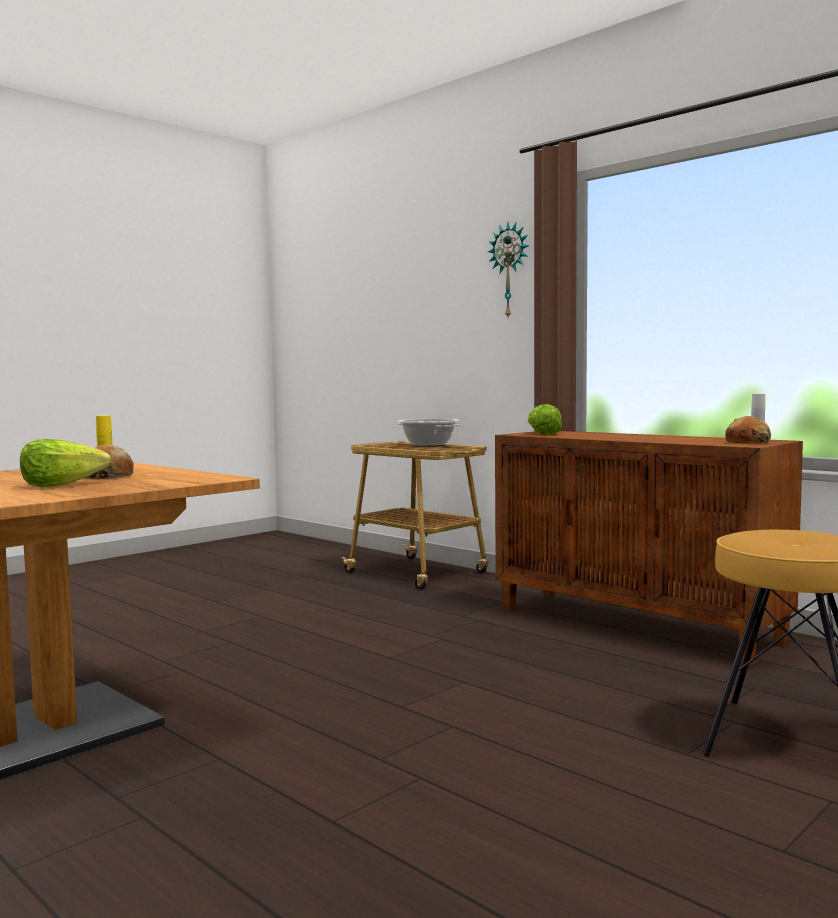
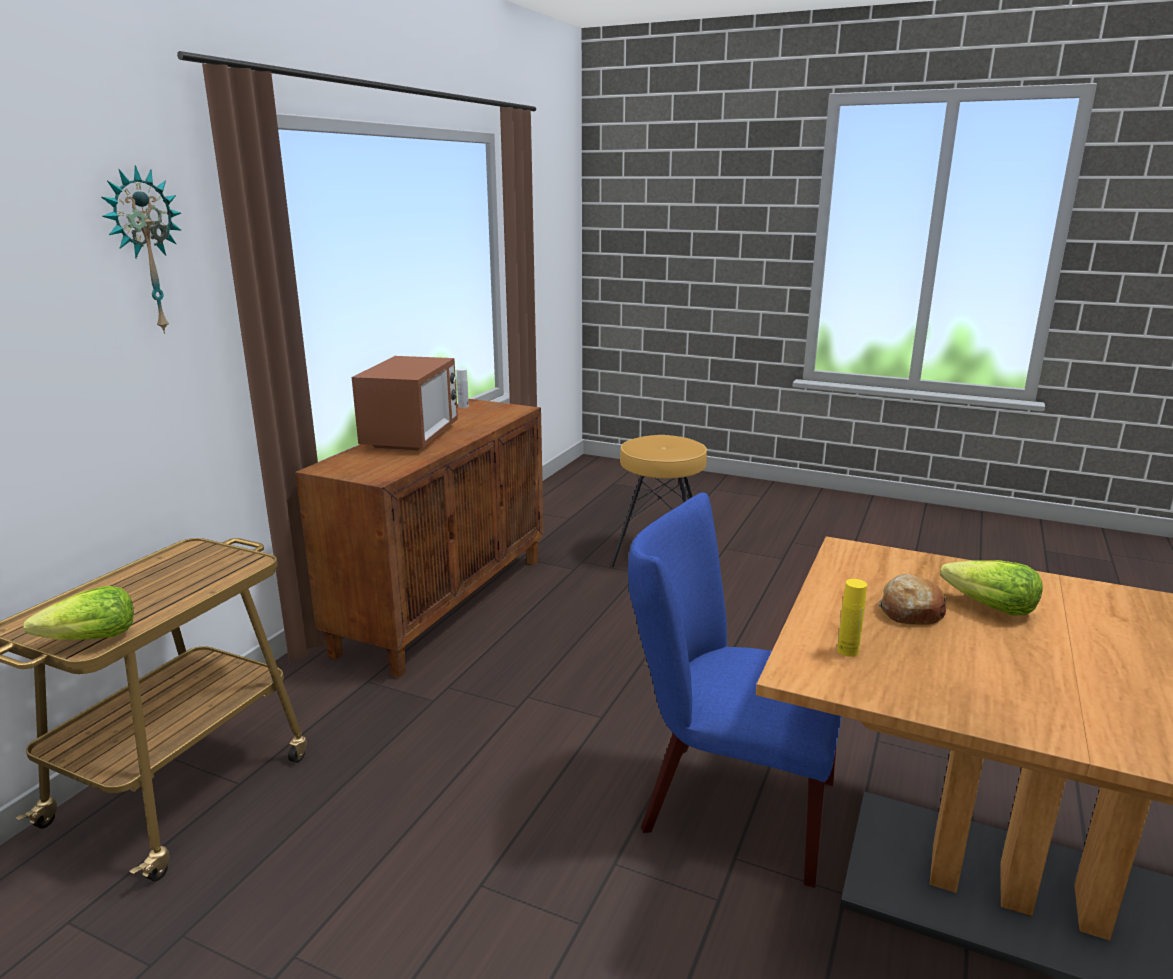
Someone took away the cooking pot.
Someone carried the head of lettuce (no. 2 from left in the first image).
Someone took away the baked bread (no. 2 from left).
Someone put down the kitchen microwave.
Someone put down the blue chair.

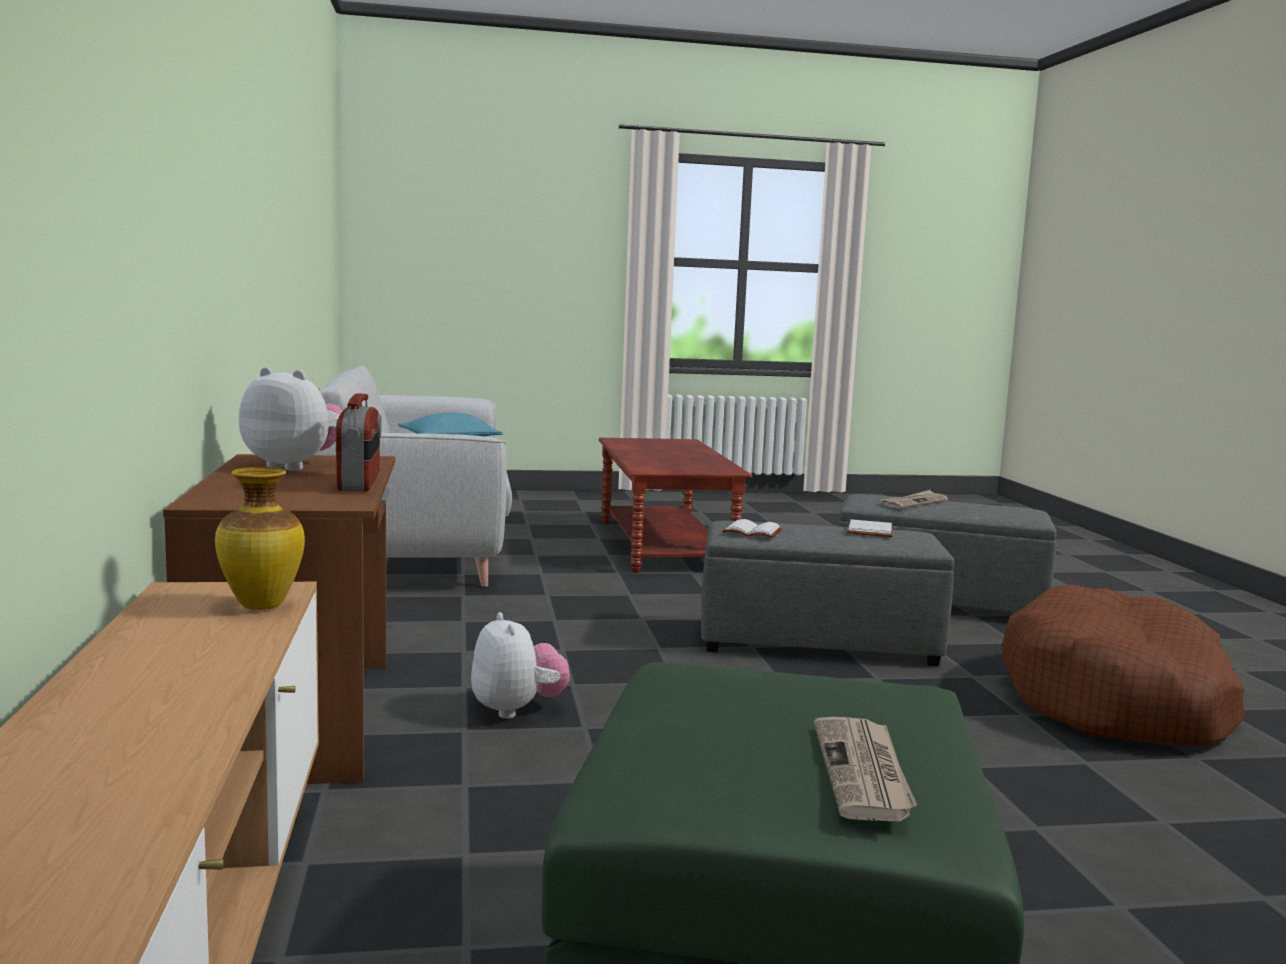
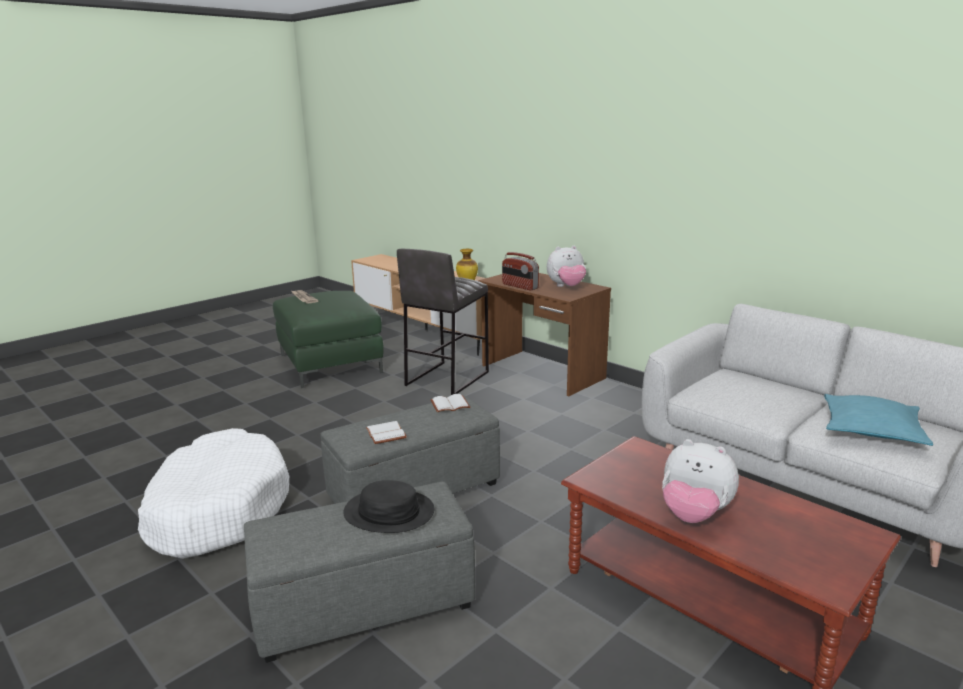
Someone carried the cuddly toy (no. 2 from left).
Someone swapped the daily paper (no. 2 from left) for the black-coloured clothing hat.
Someone repainted the brownish dog cushion, which became the white-coloured dog cushion.
Someone put down the grey sitting stool.

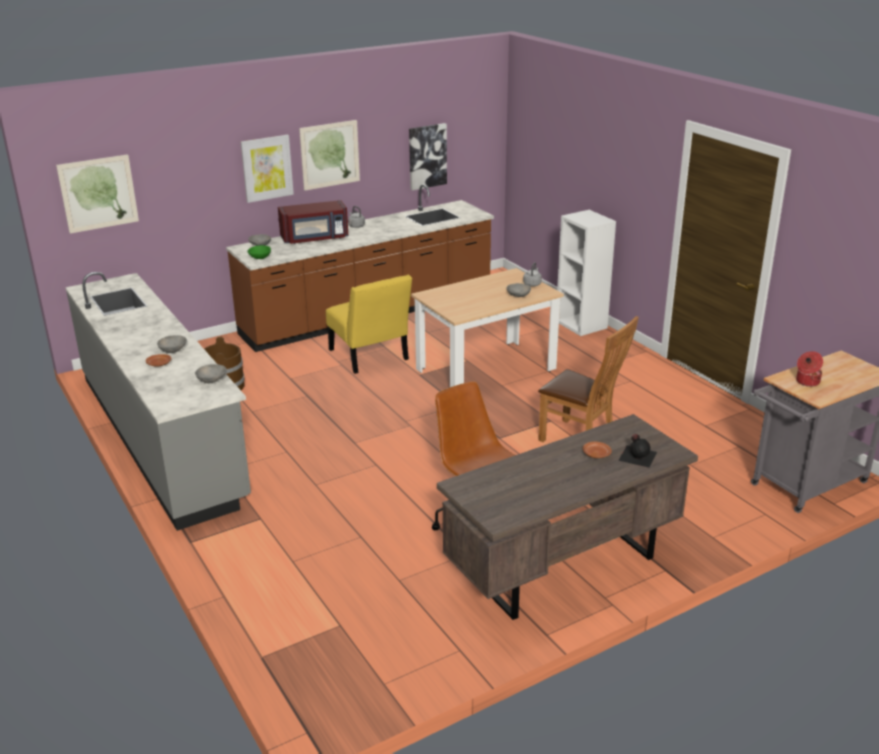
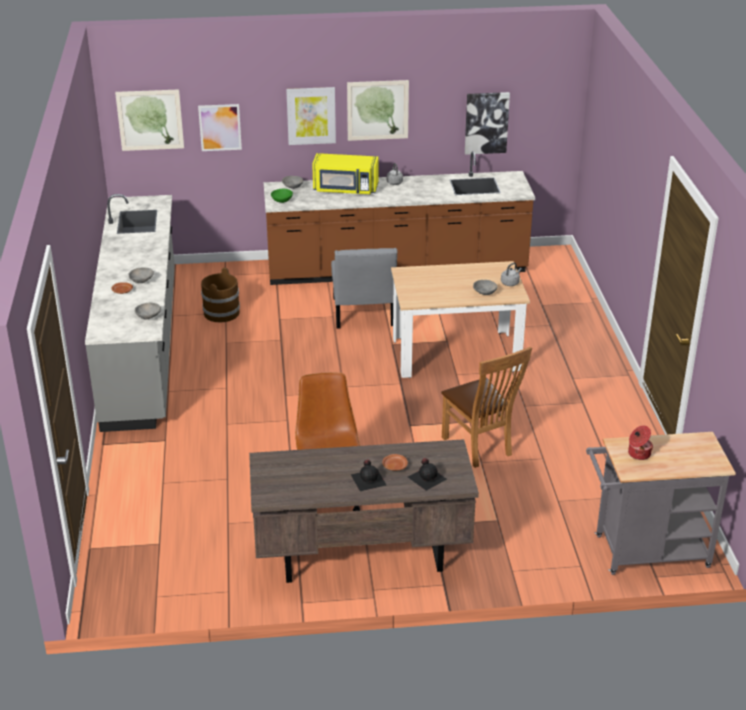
Someone repainted the red-coloured kitchen microwave, which became the yellowish kitchen microwave.
Someone repainted the yellowish chair, which became the grey chair.
Someone took away the white-coloured bookshelf.
Someone put up the wall art (no. 2 from left).
Someone put down the black-coloured beverage bottle (no. 1 from left).

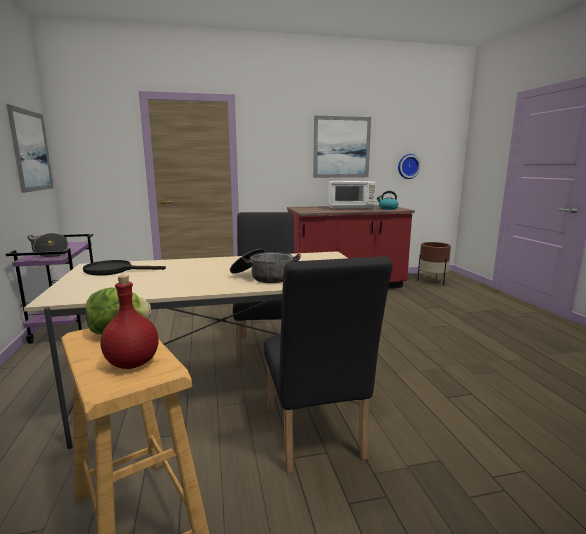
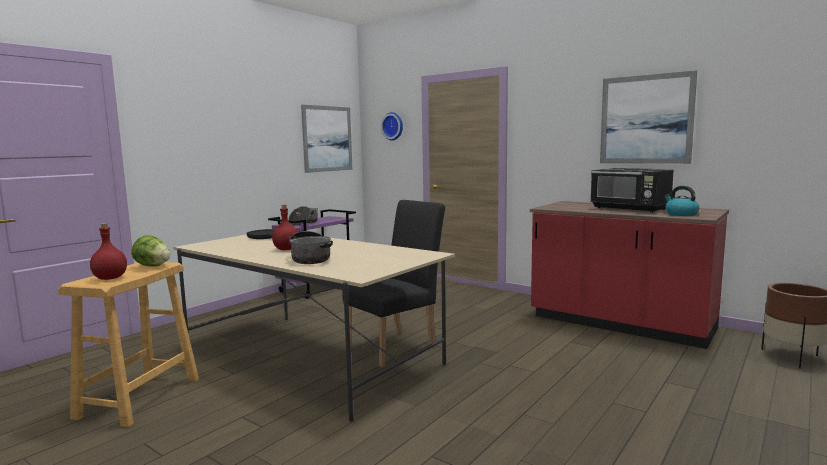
Someone took away the black-coloured chair (no. 2 from left).
Someone repainted the white-coloured kitchen microwave, which became the black-coloured kitchen microwave.
Someone carried the wall clock.
Someone put down the red-coloured beverage bottle (no. 2 from left).

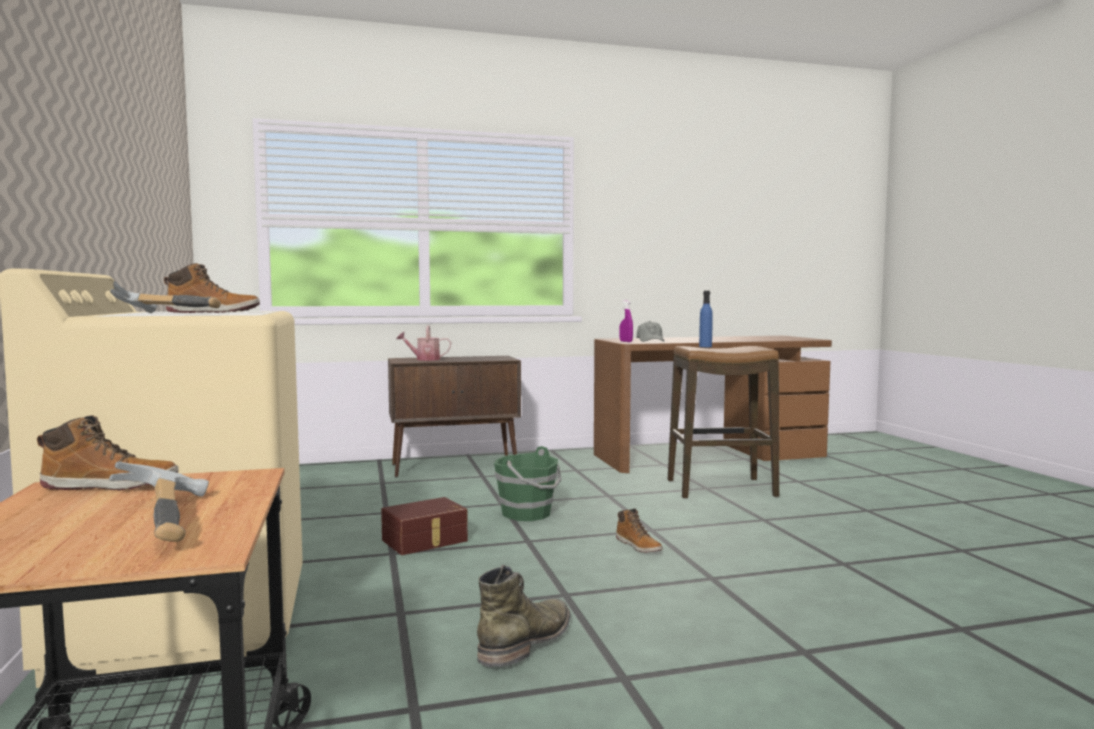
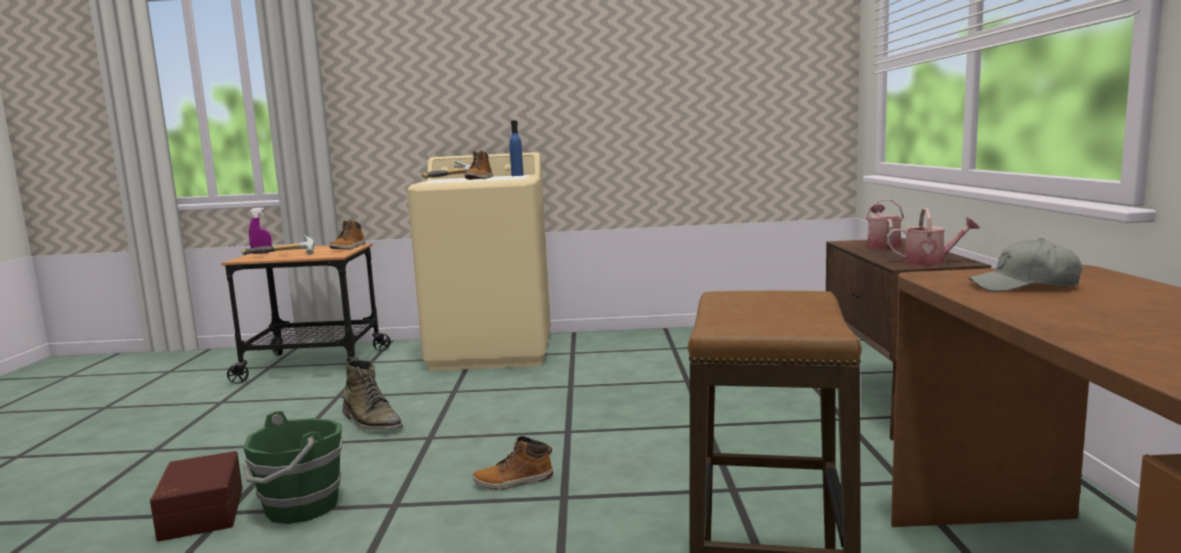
Someone carried the brownish storage bin.
Someone carried the green-coloured pail.
Someone carried the purple-coloured sprayer.
Someone carried the blue beverage bottle.
Someone put down the watering can (no. 2 from left).

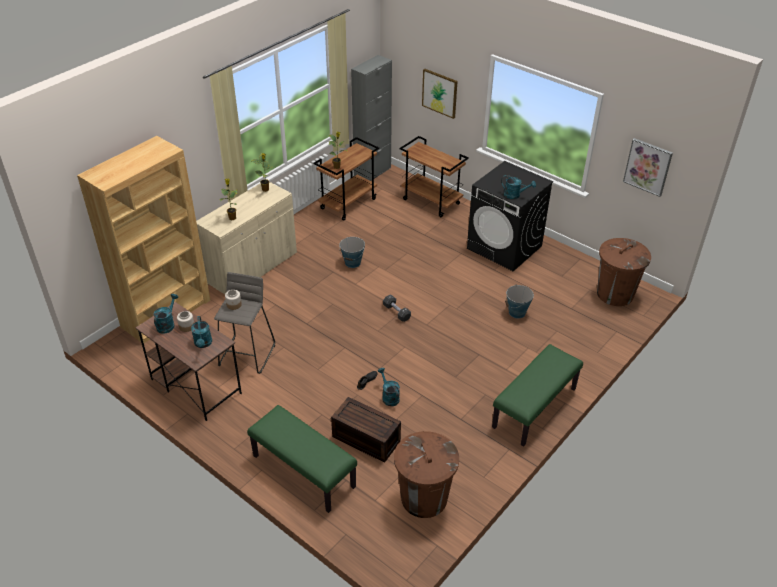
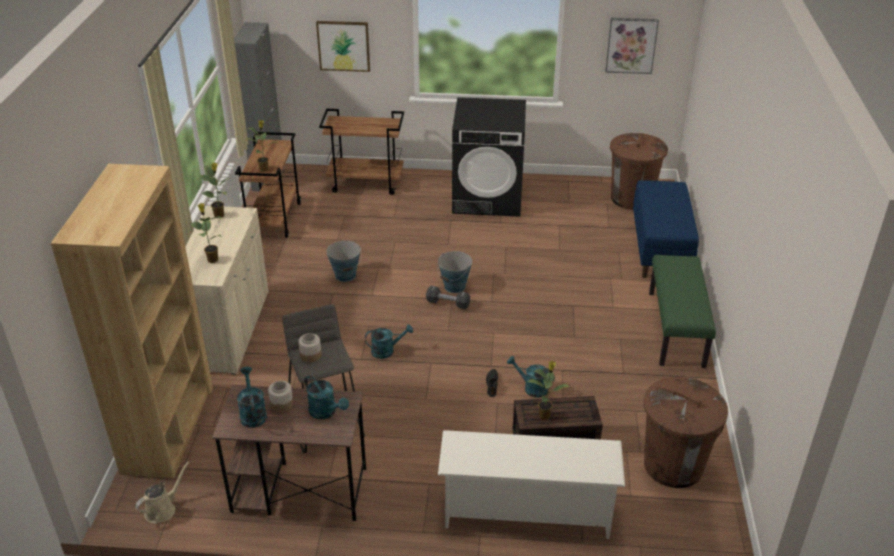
Someone swapped the green-coloured long seat (no. 1 from left) for the white-coloured shoe rack.
Someone carried the blue-green watering can (no. 4 from left in the first image).
Someone carried the pail (no. 2 from left).
Someone put down the sand-coloured watering can.
Someone put down the plant in a pot (no. 4 from left).
Someone put down the blue long seat.

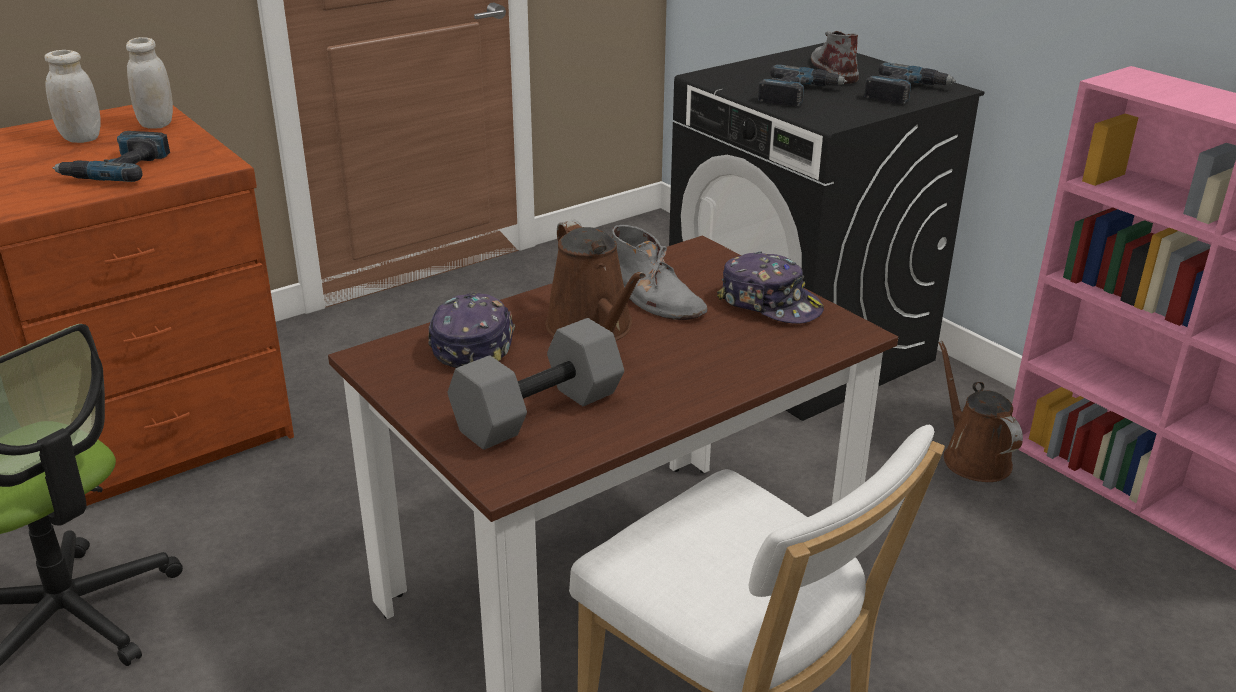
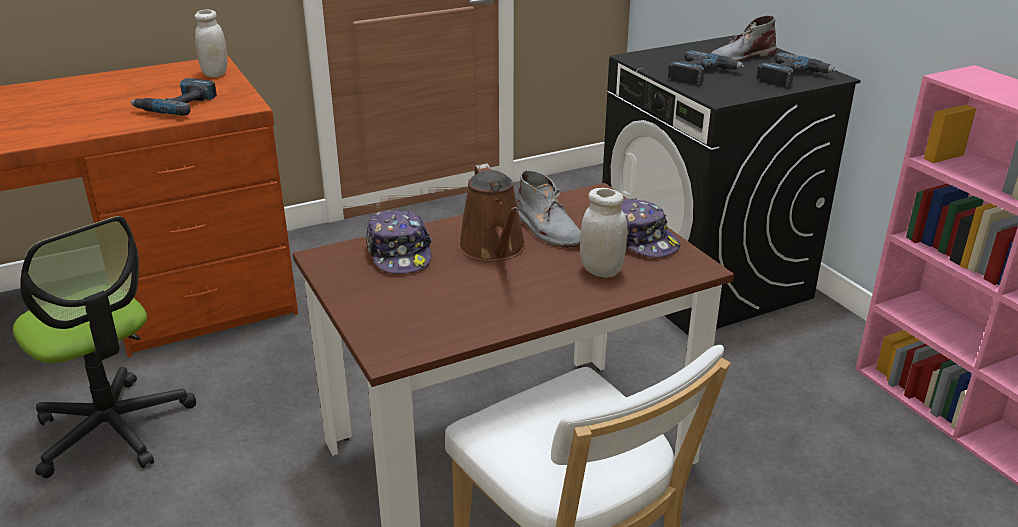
Someone carried the white-coloured preserve jar (no. 1 from left in the first image).
Someone rotated the peaked cap (no. 1 from left) by 150 degrees clockwise.
Someone took away the grey dumbbell.
Someone rotated the grey boot (no. 2 from left) by 120 degrees counterclockwise.
Someone took away the brownish watering can (no. 2 from left).

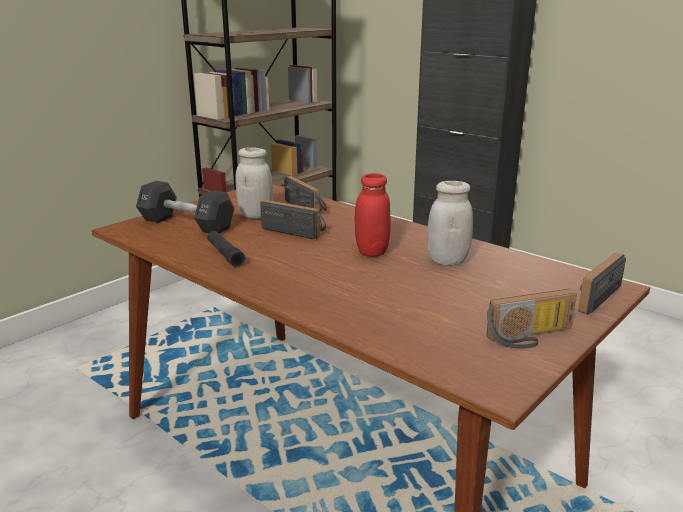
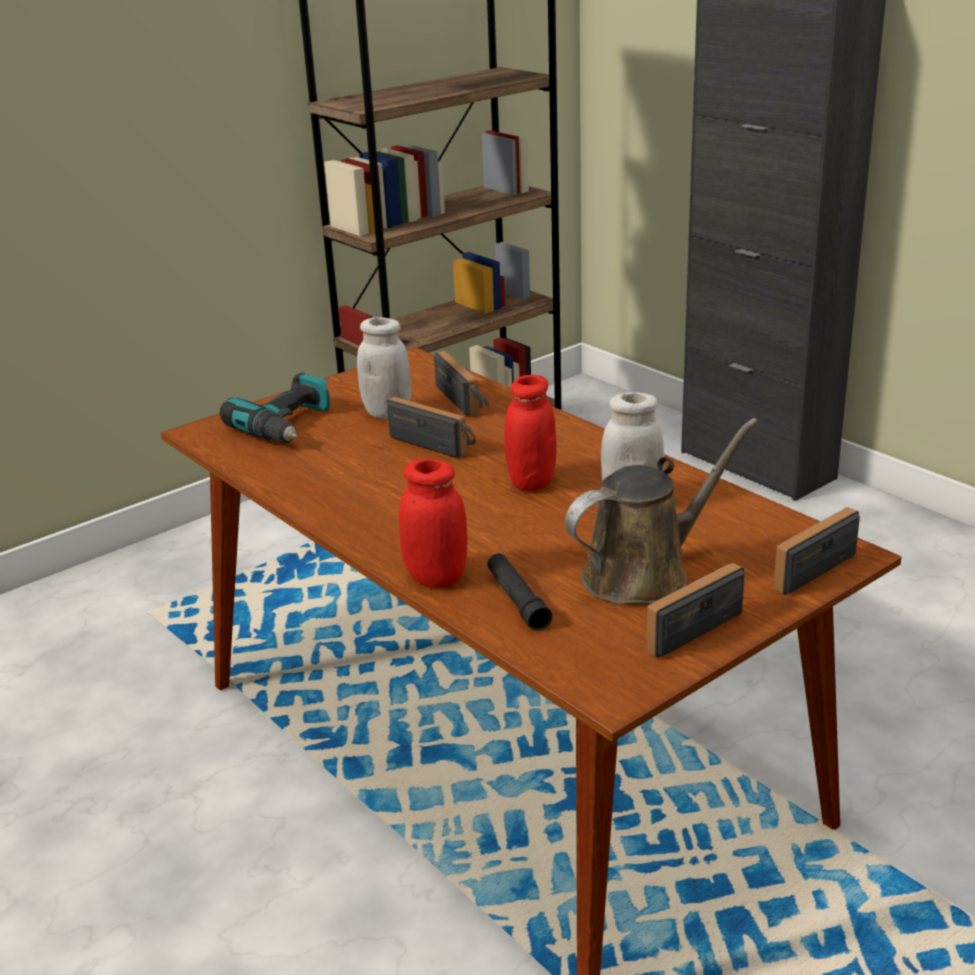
Someone swapped the black-coloured dumbbell for the power drill.
Someone carried the black-coloured torch.
Someone rotated the radio receiver (no. 3 from left) by 150 degrees clockwise.
Someone put down the red-coloured preserve jar (no. 1 from left).
Someone put down the brownish watering can.

